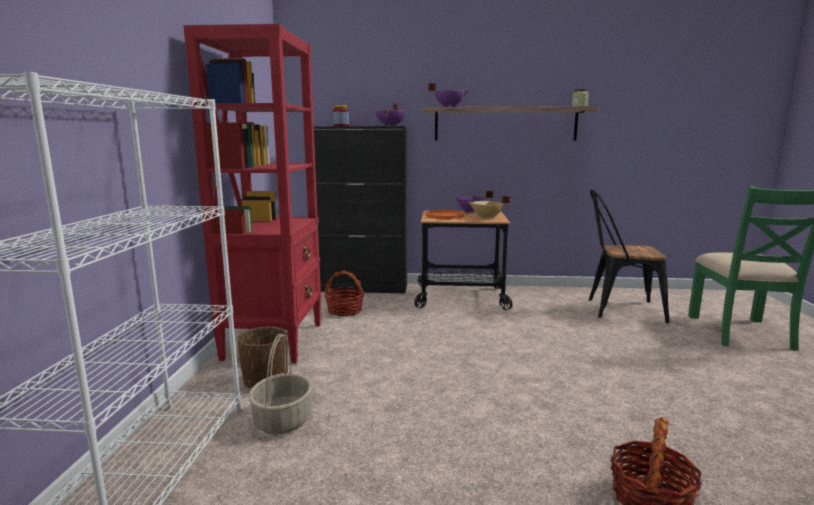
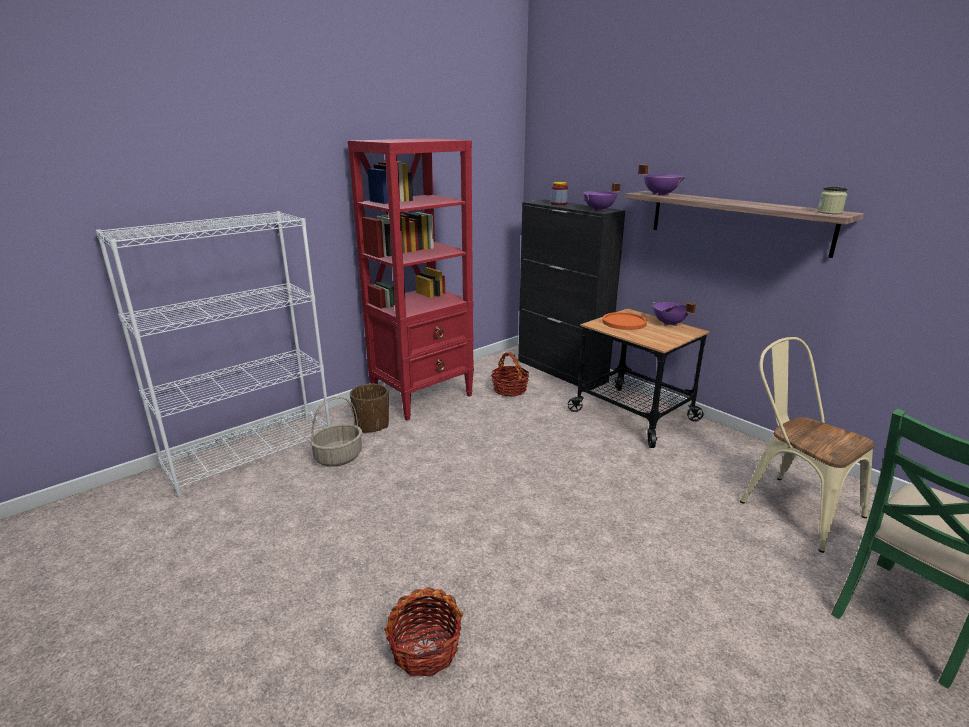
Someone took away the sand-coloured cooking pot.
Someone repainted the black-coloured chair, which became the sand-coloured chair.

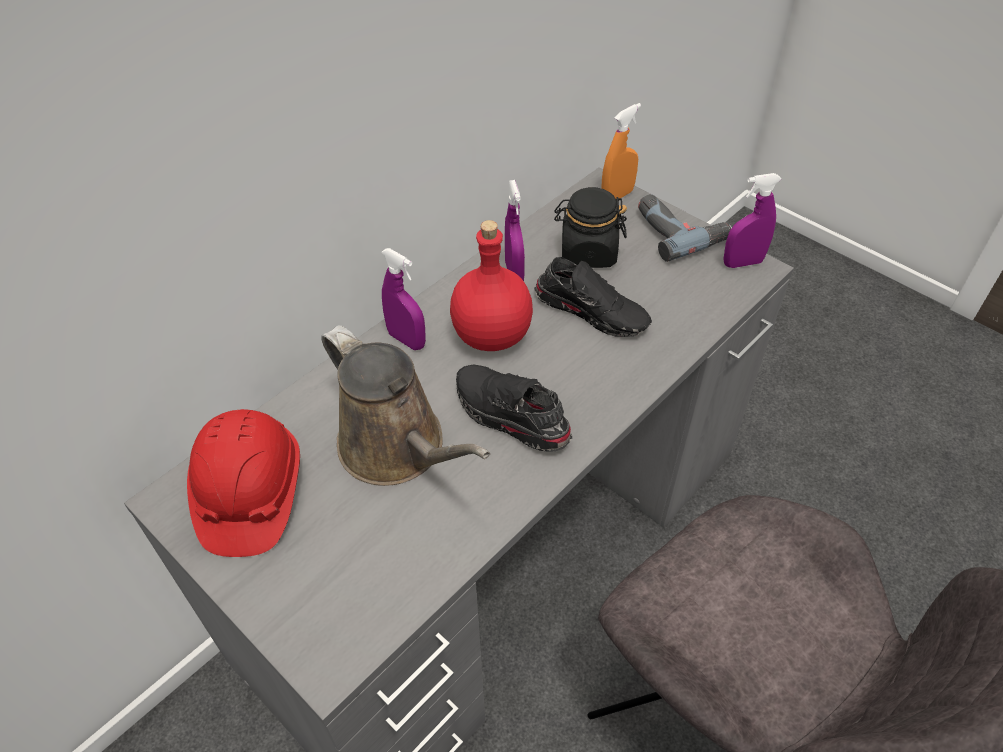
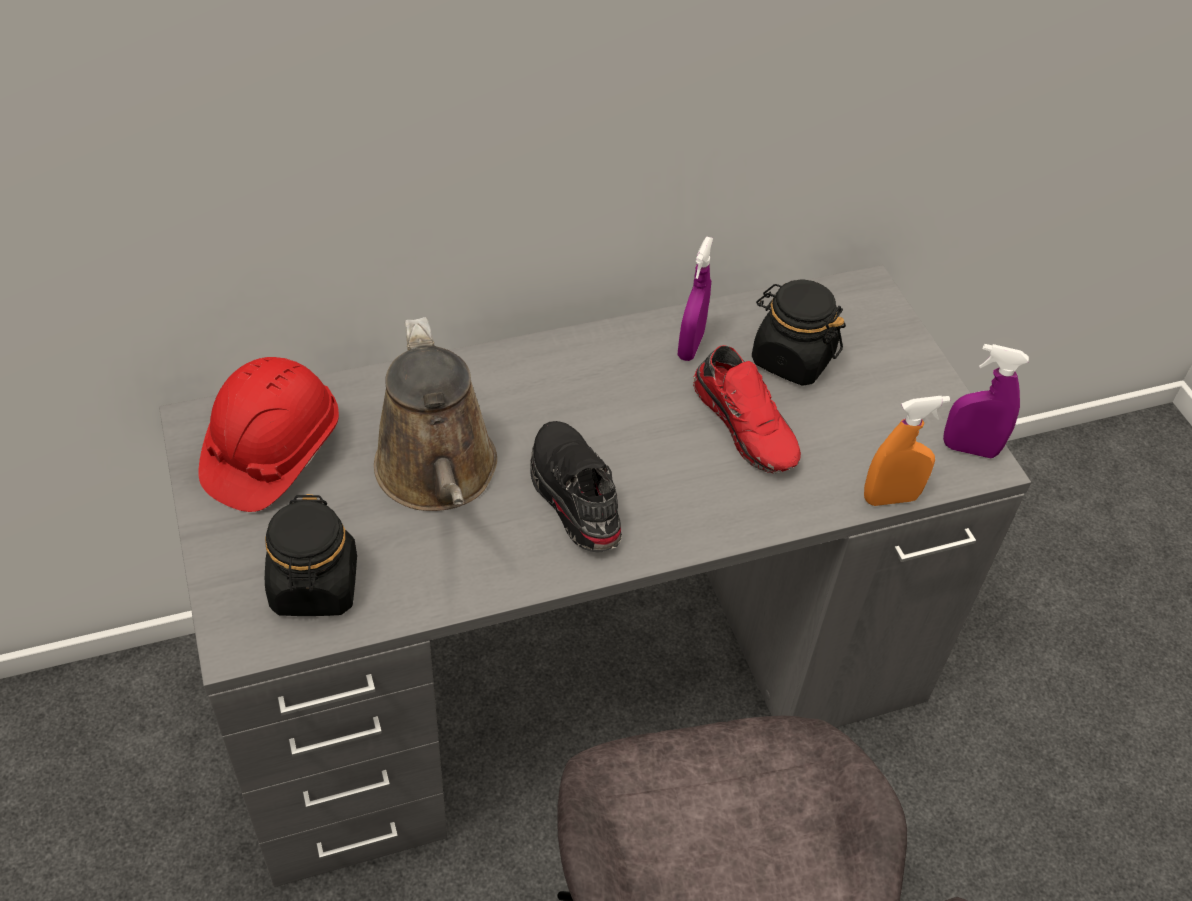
Someone took away the purple-coloured sprayer (no. 1 from left).
Someone took away the red-coloured beverage bottle.
Someone repainted the black-coloured shoe (no. 2 from left), which became the red-coloured shoe.
Someone carried the orange-coloured sprayer.
Someone took away the power drill.
Someone put down the black-coloured preserve jar (no. 1 from left).

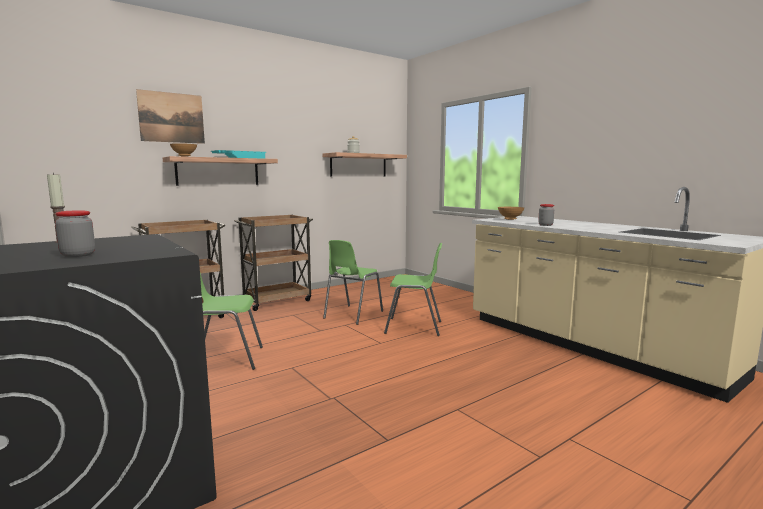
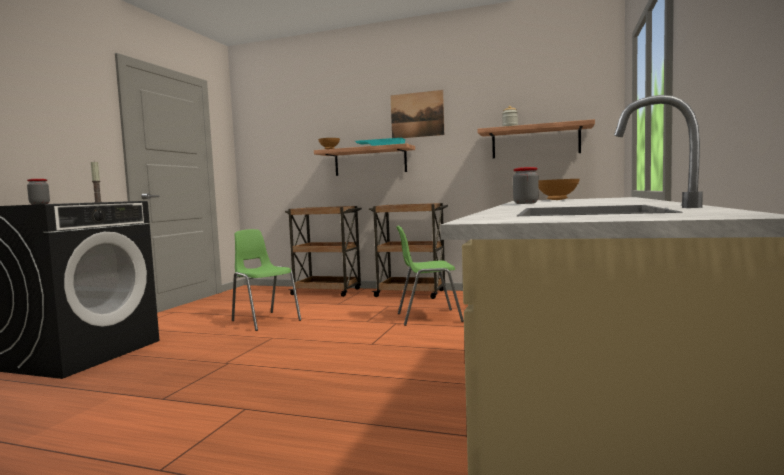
Someone carried the wall art.
Someone took away the green-coloured chair (no. 3 from left).

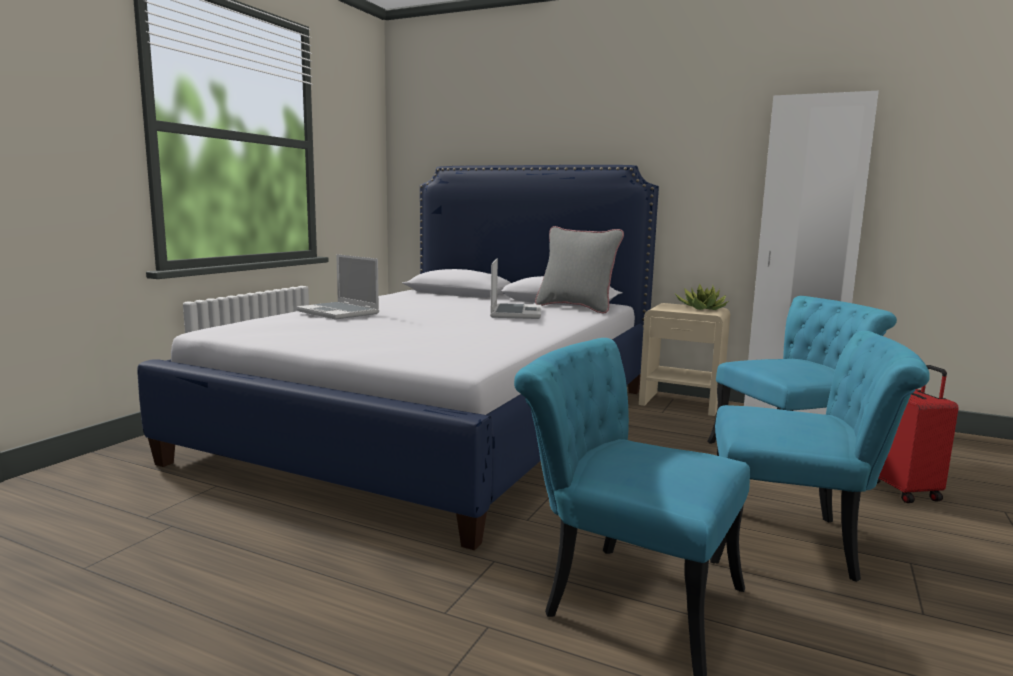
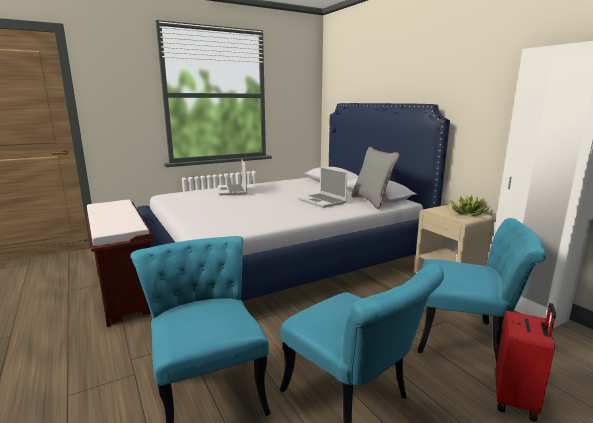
Someone rotated the laptop (no. 2 from left) by 105 degrees clockwise.
Someone put down the brownish long seat.

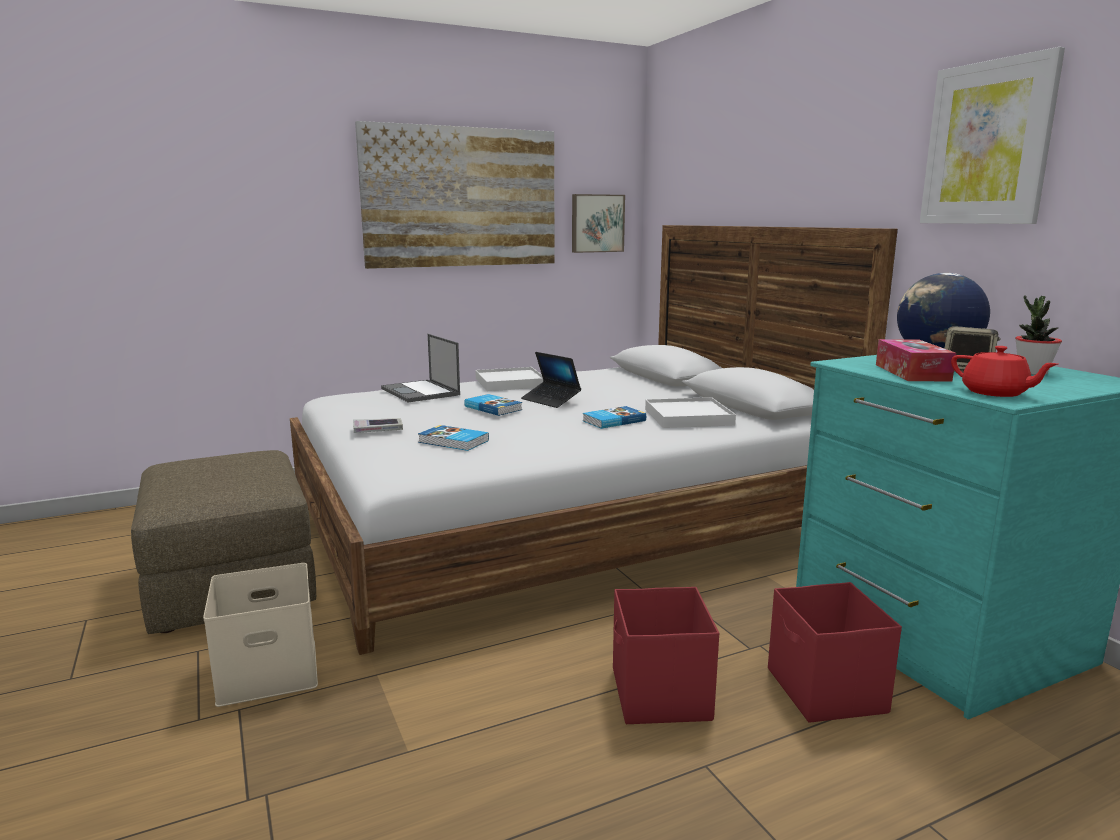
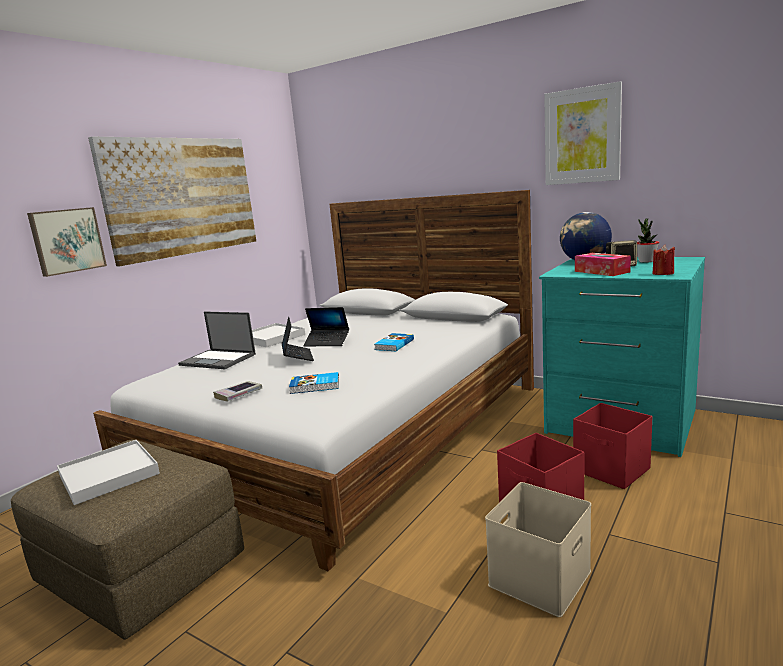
Someone carried the sand-coloured storage bin.
Someone swapped the book (no. 3 from left) for the laptop (no. 2 from left).
Someone carried the wall art (no. 2 from left in the first image).
Someone carried the white-coloured serving tray (no. 2 from left in the first image).
Someone swapped the red-coloured pot for tea for the red-coloured wax light.

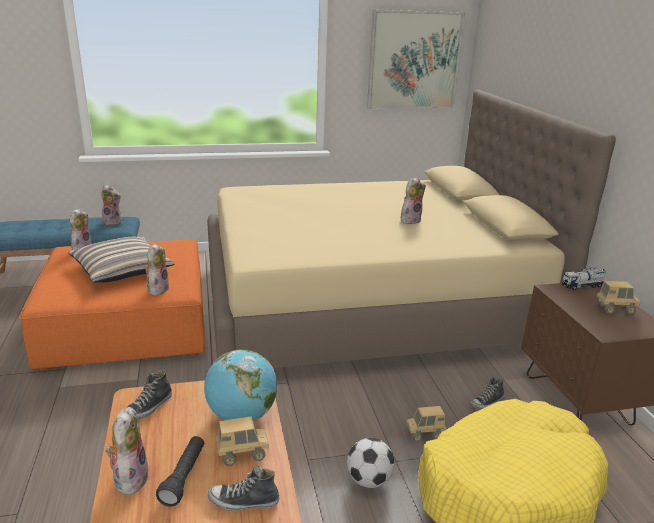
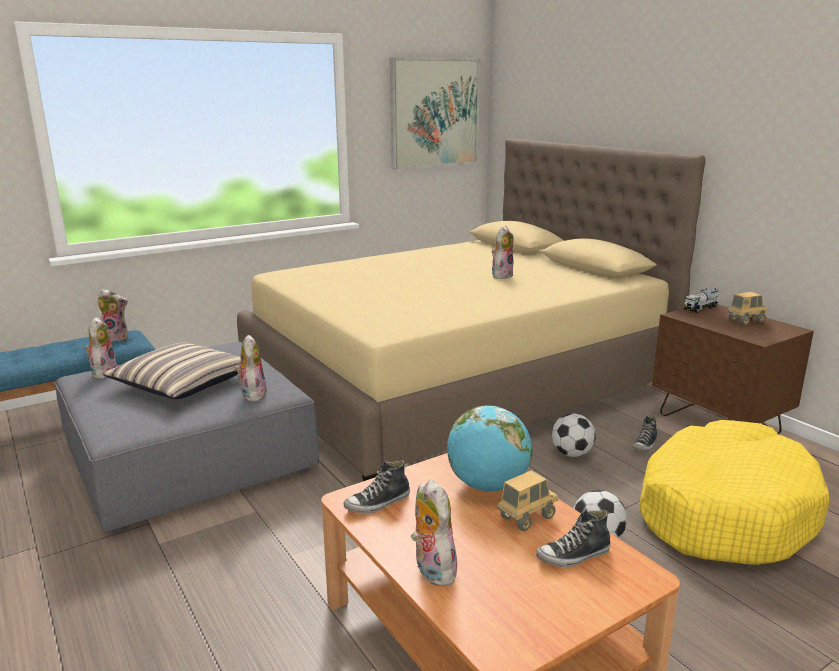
Someone repainted the orange-coloured pouffe, which became the grey pouffe.
Someone rotated the shoe (no. 1 from left) by 45 degrees clockwise.
Someone took away the black-coloured torch.
Someone took away the toy lorry (no. 2 from left).
Someone put down the football ball (no. 1 from left).

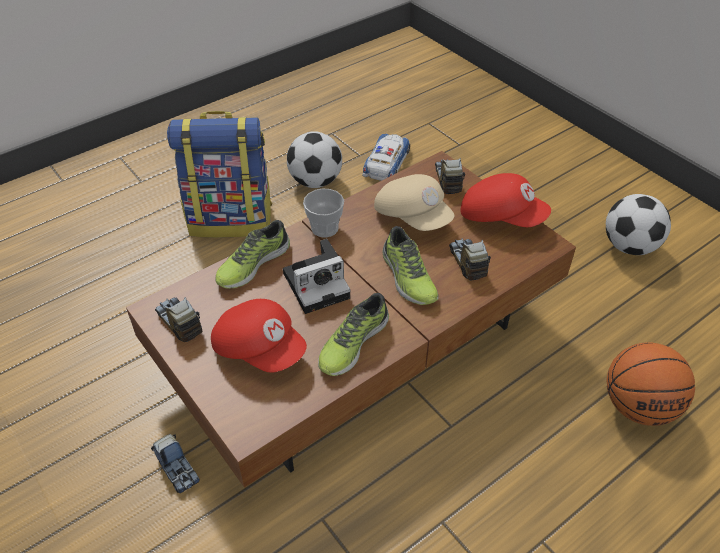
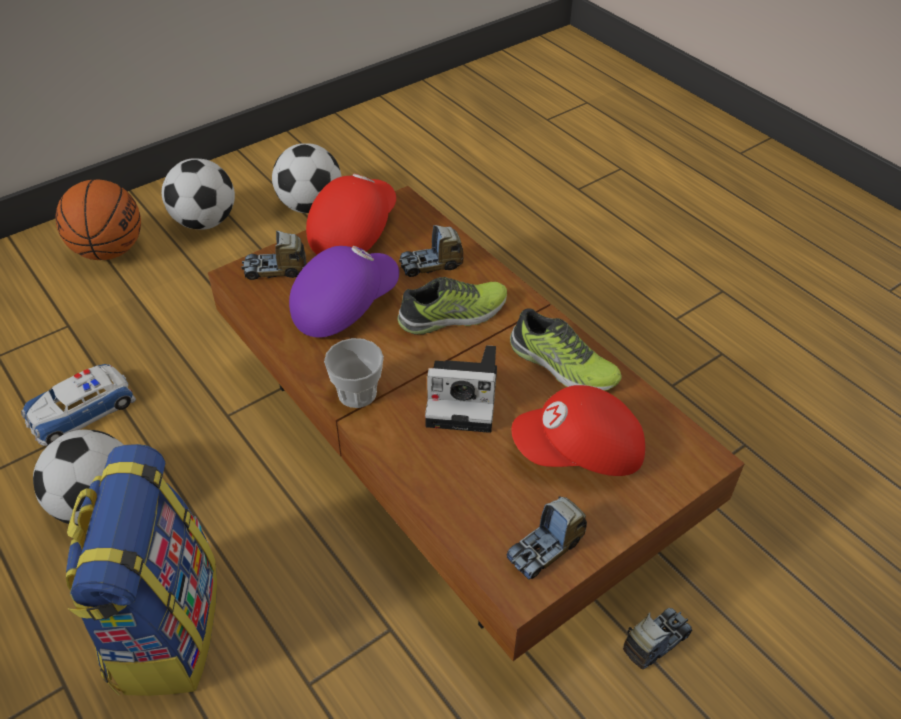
Someone rotated the red-coloured peaked cap (no. 1 from left in the first image) by 135 degrees counterclockwise.
Someone took away the shoe (no. 1 from left).
Someone rotated the still camera by 120 degrees clockwise.
Someone rotated the model car by 60 degrees counterclockwise.
Someone repainted the sand-coloured peaked cap, which became the purple-coloured peaked cap.
Someone carried the basketball.
Someone put down the football ball (no. 2 from left).

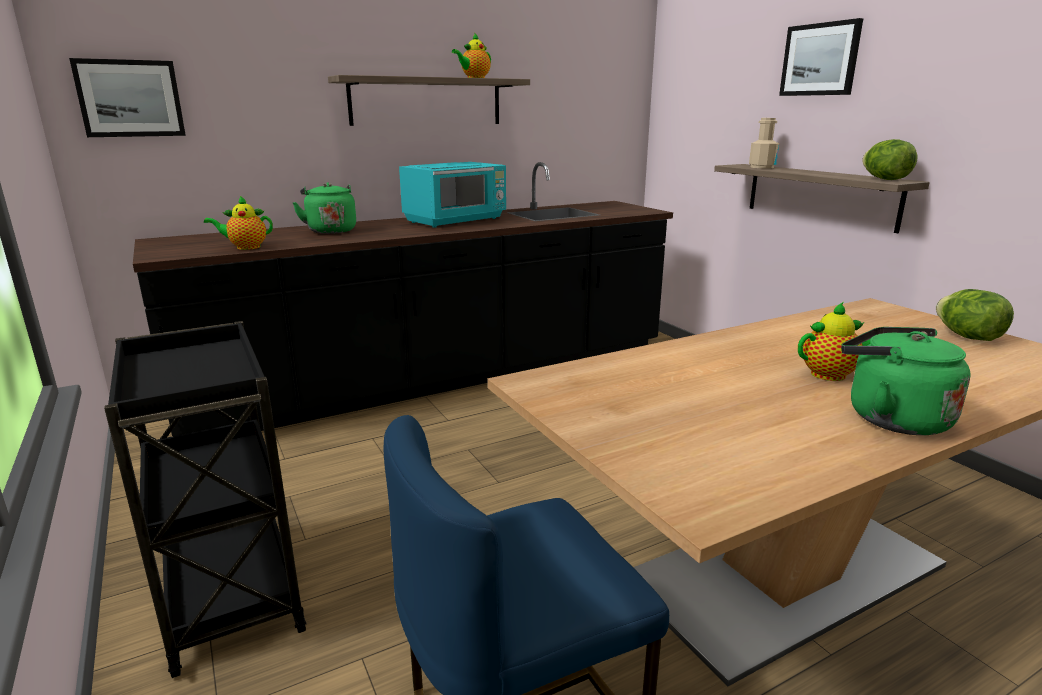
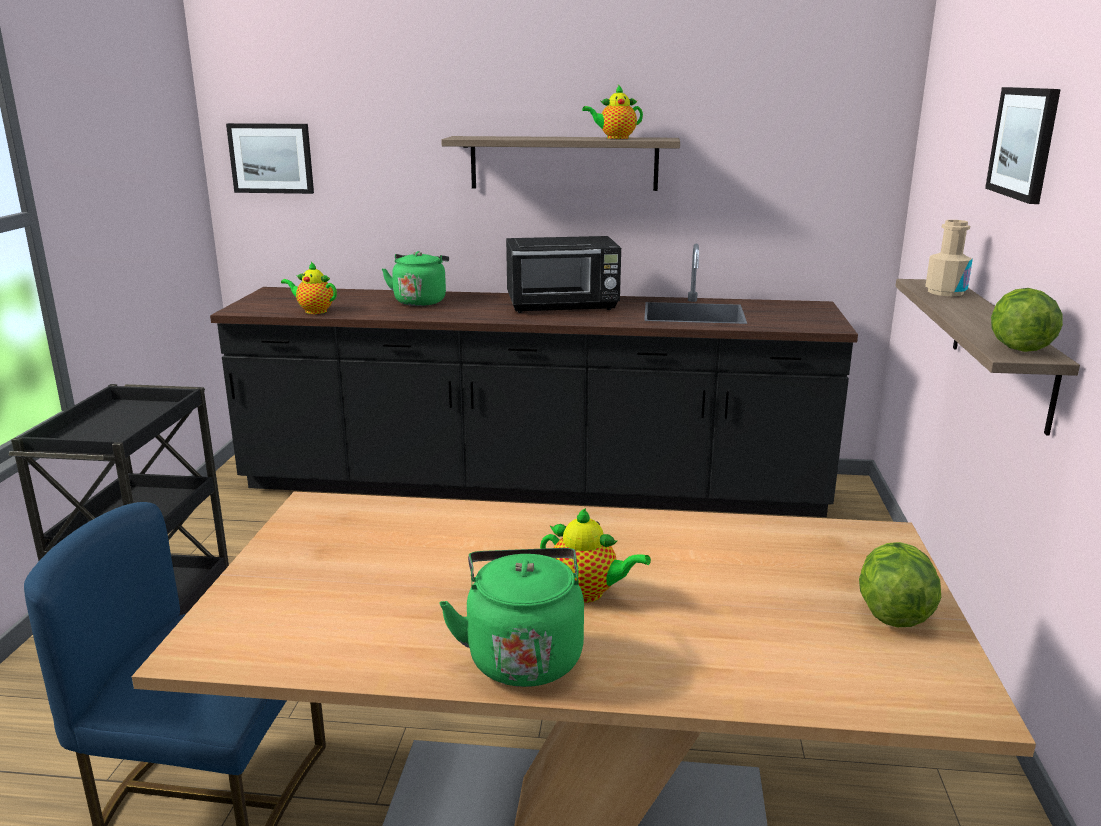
Someone repainted the blue-green kitchen microwave, which became the black-coloured kitchen microwave.

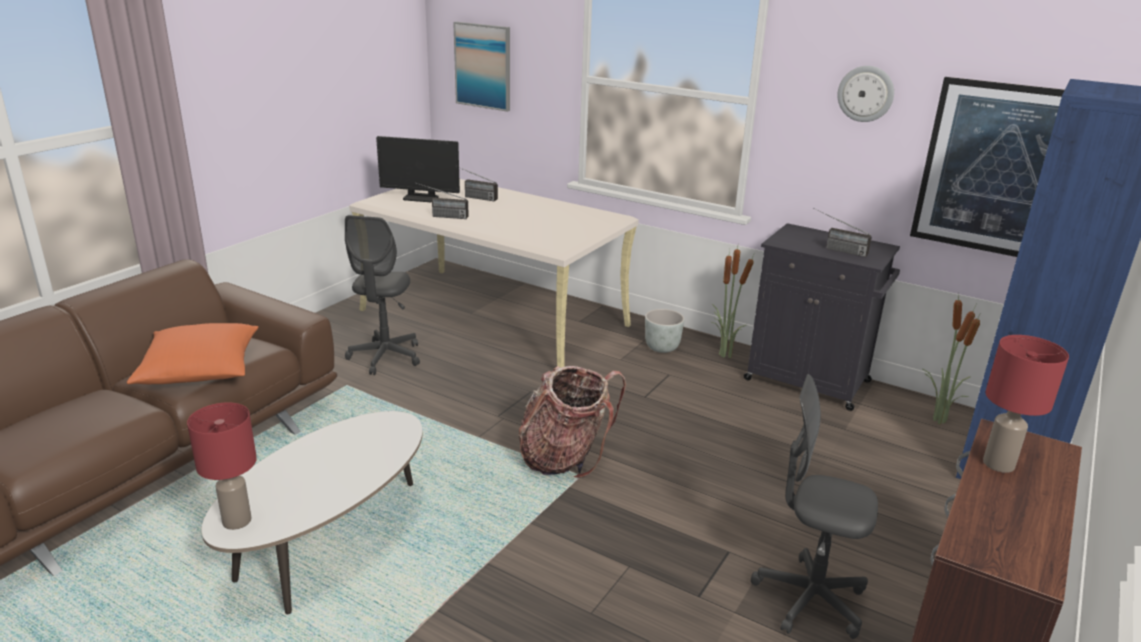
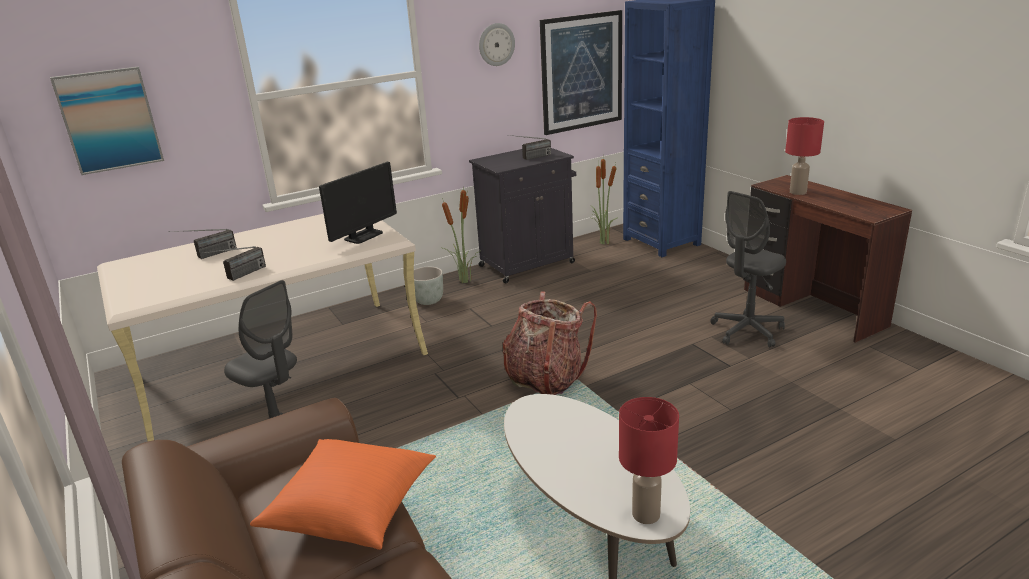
Someone carried the monitor.

